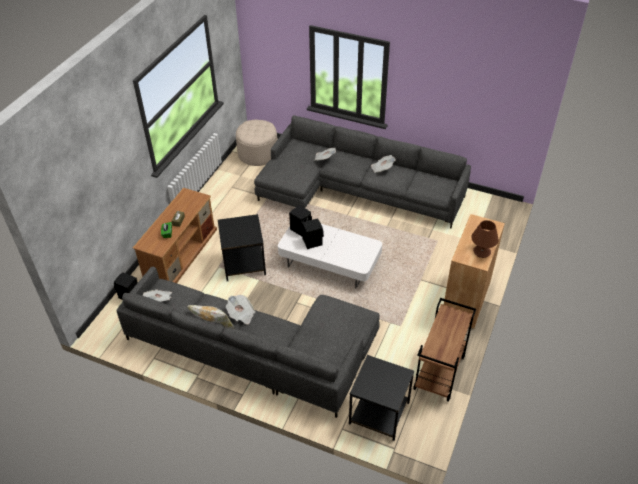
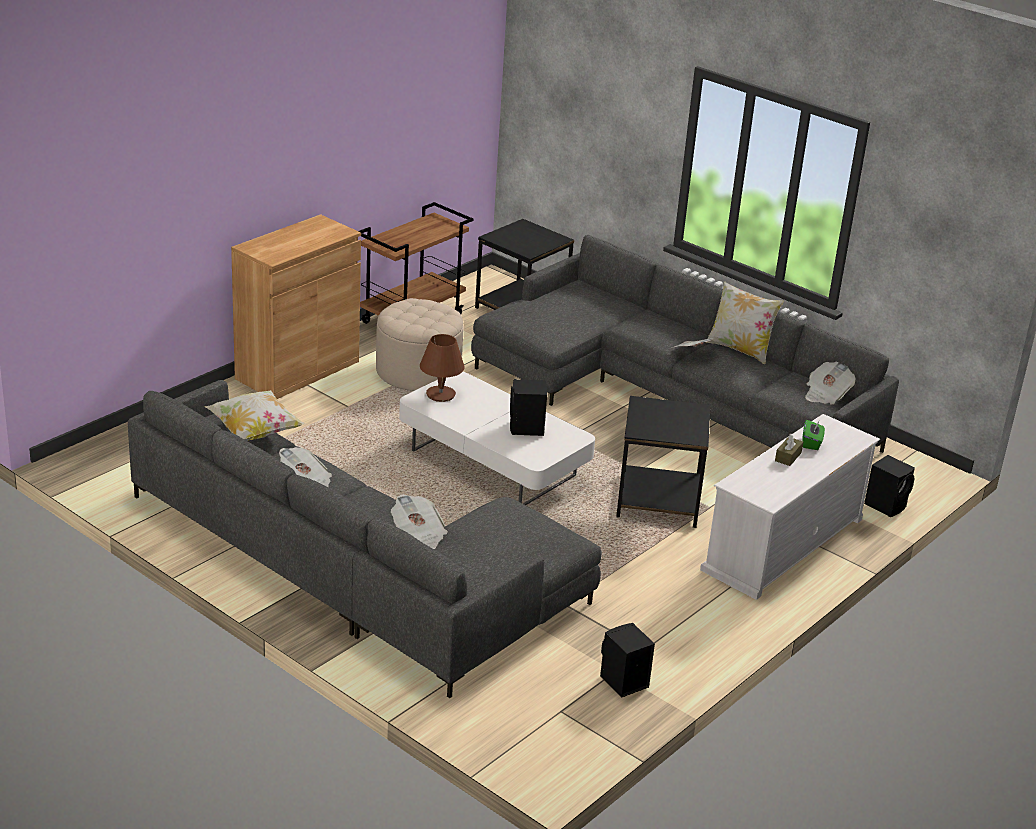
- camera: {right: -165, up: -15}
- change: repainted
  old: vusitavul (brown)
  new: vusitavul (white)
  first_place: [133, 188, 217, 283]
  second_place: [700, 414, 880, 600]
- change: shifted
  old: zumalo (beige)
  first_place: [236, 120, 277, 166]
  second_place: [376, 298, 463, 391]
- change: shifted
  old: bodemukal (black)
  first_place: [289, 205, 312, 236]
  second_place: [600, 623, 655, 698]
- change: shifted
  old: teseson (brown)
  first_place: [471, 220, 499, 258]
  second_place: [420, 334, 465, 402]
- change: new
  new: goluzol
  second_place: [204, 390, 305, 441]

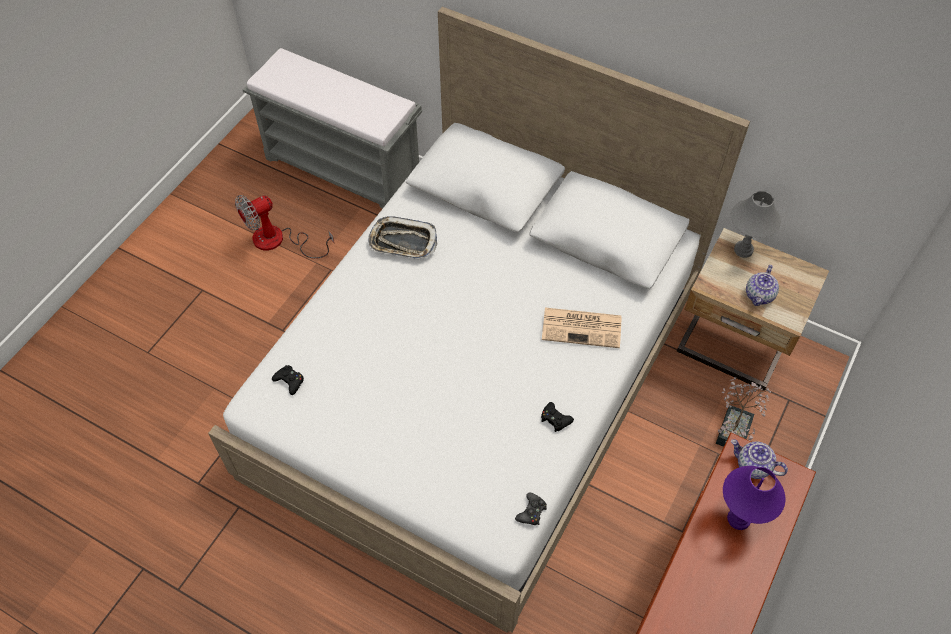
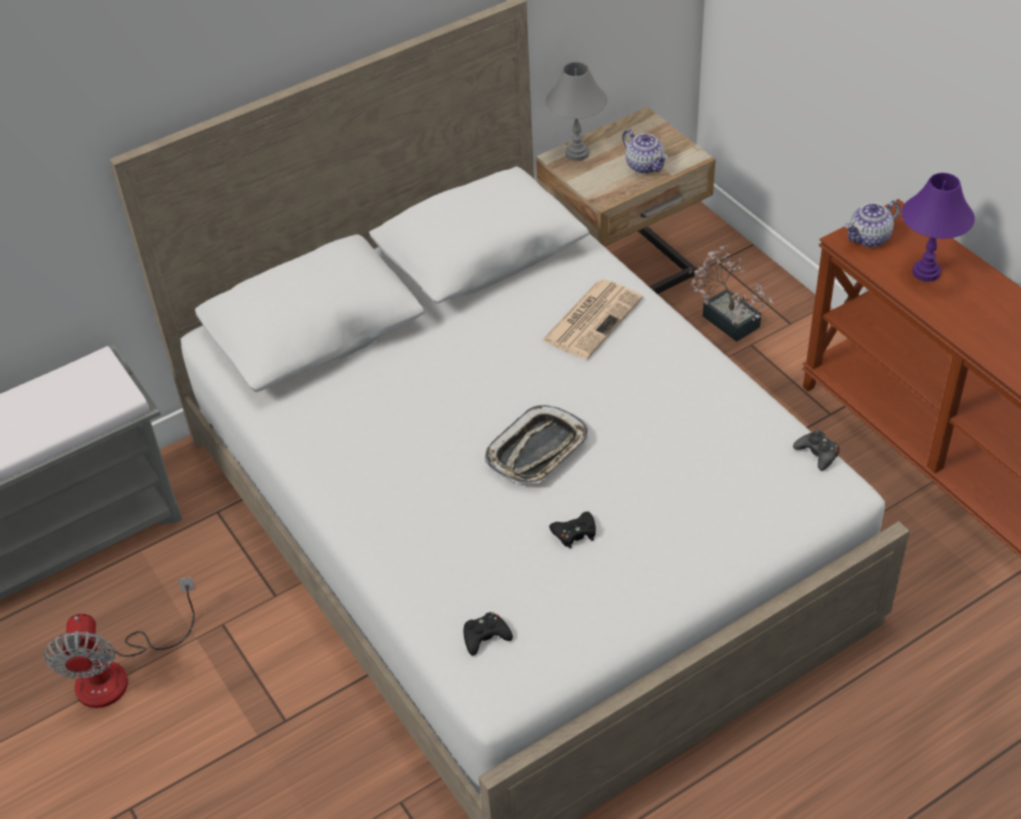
- camera: {right: -60, up: -10}
- change: shifted
  old: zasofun
  first_place: [368, 216, 437, 259]
  second_place: [485, 405, 588, 483]
- change: shifted
  old: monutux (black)
  first_place: [541, 402, 574, 432]
  second_place: [549, 512, 596, 548]

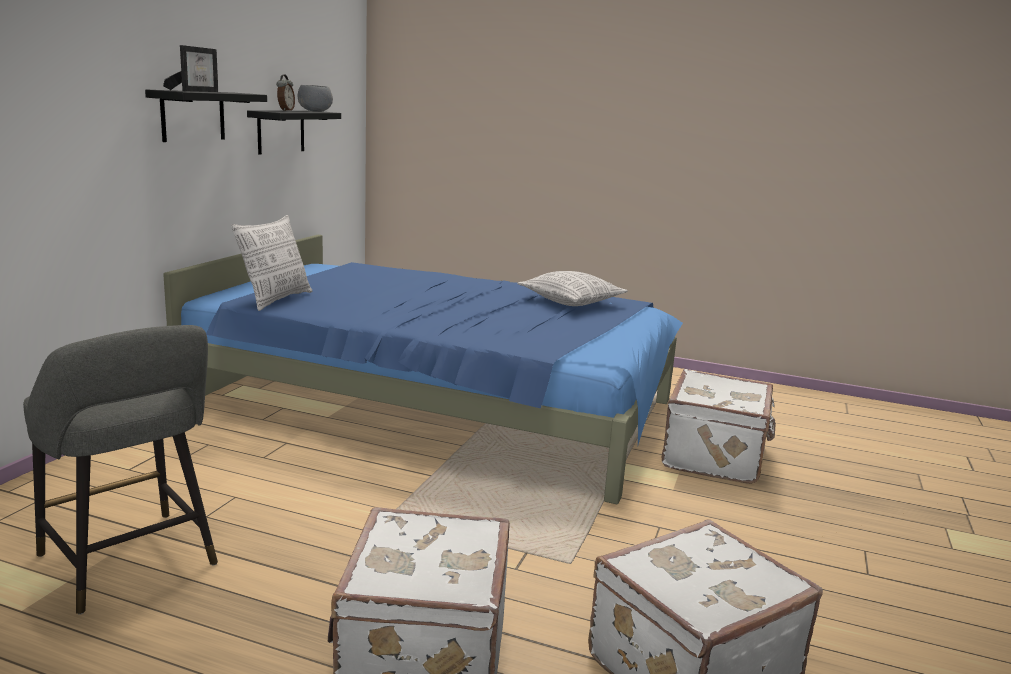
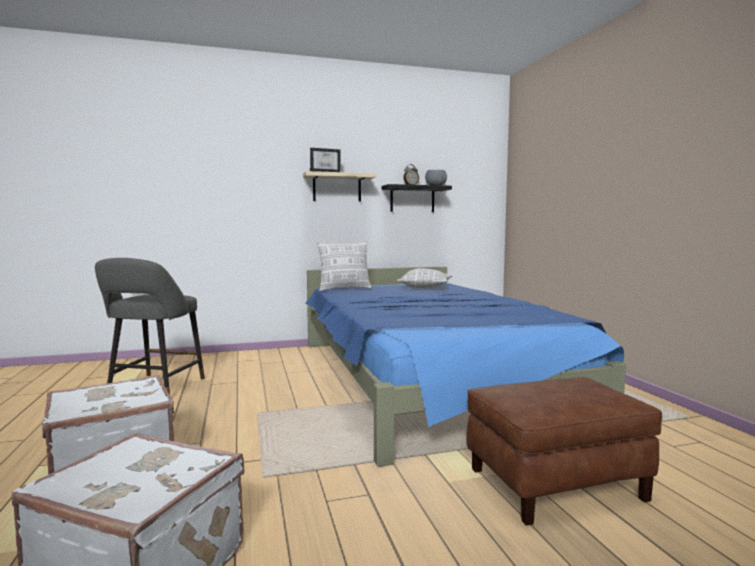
- camera: {right: 55, up: -10}
- change: repainted
  old: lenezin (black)
  new: lenezin (beige)
  first_place: [145, 90, 267, 142]
  second_place: [303, 171, 376, 202]
- change: shifted
  old: goluzol
  first_place: [518, 271, 628, 306]
  second_place: [397, 268, 452, 288]
- change: swapped
  old: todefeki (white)
  new: zumalo (brown)
  first_place: [661, 369, 776, 484]
  second_place: [466, 377, 662, 526]

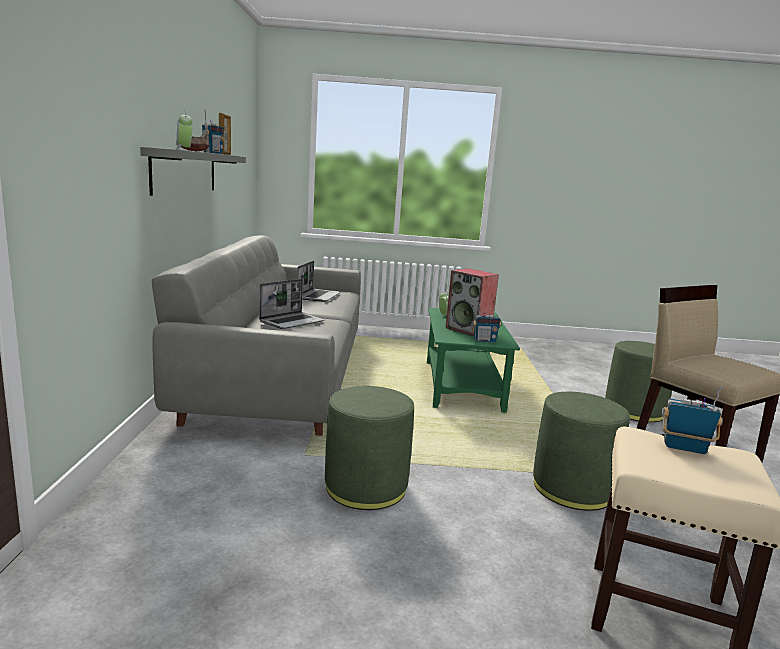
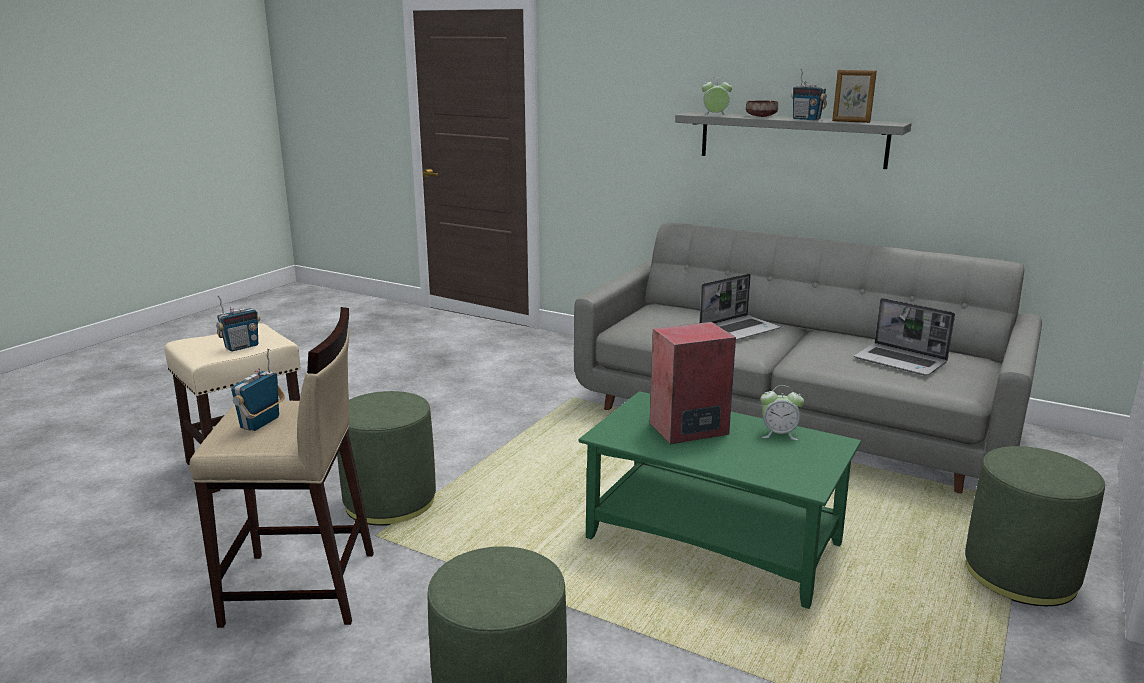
- camera: {right: 120, up: 5}
- change: rotated
  old: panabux
  first_place: [259, 279, 325, 329]
  second_place: [699, 274, 781, 340]
  degrees: -105
- change: shifted
  old: zumalo (green)
  first_place: [325, 386, 414, 510]
  second_place: [965, 446, 1105, 606]
- change: shifted
  old: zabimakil
  first_place: [471, 302, 502, 343]
  second_place: [231, 349, 285, 431]

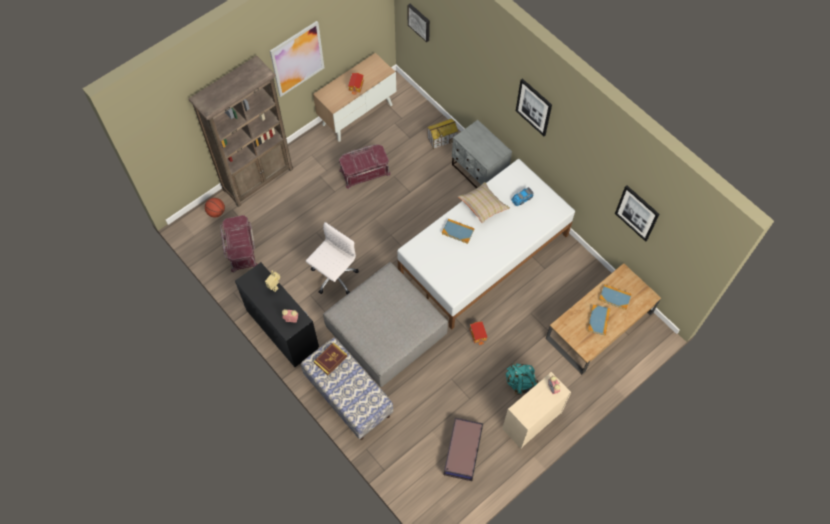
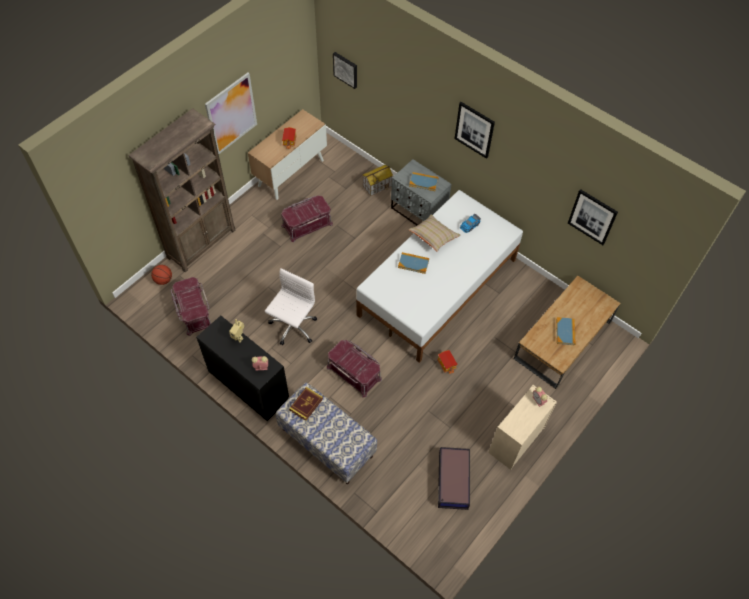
- camera: {right: -10, up: -5}
- change: swapped
  old: zumalo (grey)
  new: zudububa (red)
  first_place: [323, 262, 448, 387]
  second_place: [327, 340, 382, 397]
- change: gone
  old: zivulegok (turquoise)
  first_place: [506, 363, 539, 395]
- change: shifted
  old: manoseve
  first_place: [599, 284, 632, 310]
  second_place: [409, 172, 438, 191]

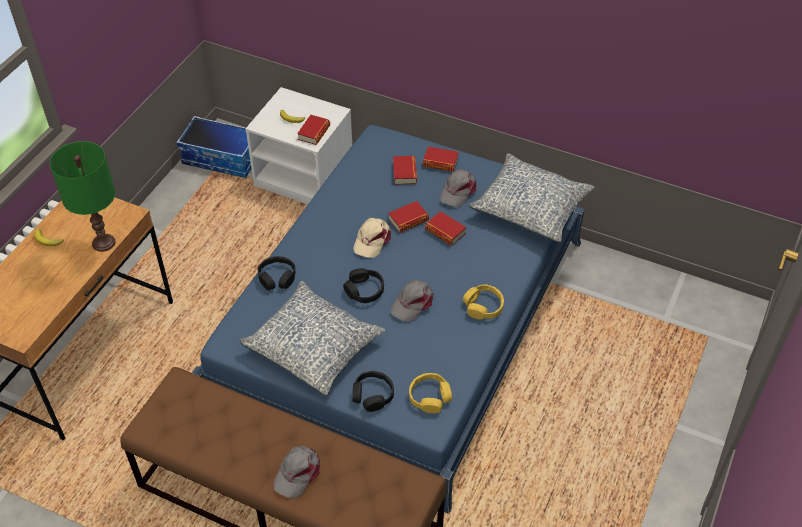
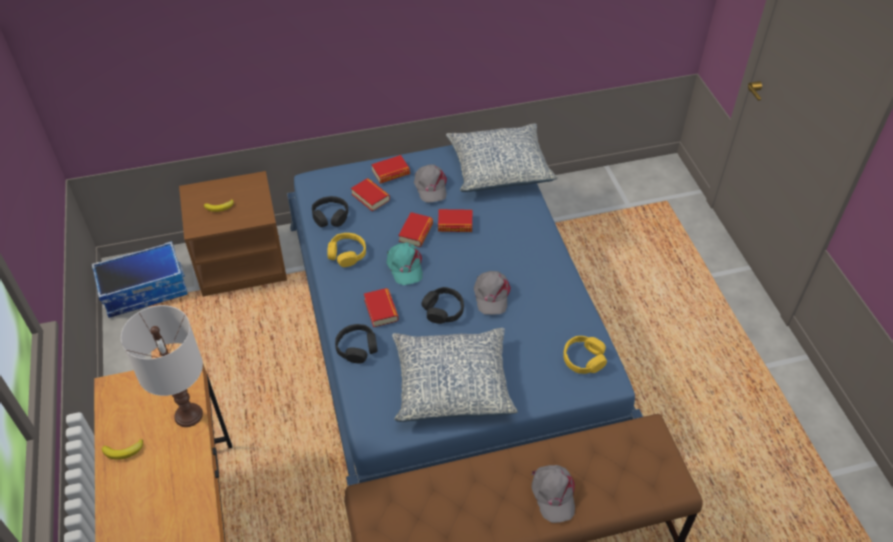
- camera: {right: -40, up: 0}
- change: repainted
  old: teseson (green)
  new: teseson (white)
  first_place: [50, 141, 116, 252]
  second_place: [121, 305, 203, 427]
- change: repainted
  old: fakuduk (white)
  new: fakuduk (brown)
  first_place: [246, 87, 352, 204]
  second_place: [179, 171, 287, 297]
- change: shifted
  old: manoseve
  first_place: [297, 115, 330, 145]
  second_place: [364, 288, 399, 327]
- change: shifted
  old: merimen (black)
  first_place: [352, 371, 394, 412]
  second_place: [312, 196, 348, 227]
- change: repainted
  old: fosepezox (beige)
  new: fosepezox (turquoise)
  first_place: [353, 218, 391, 258]
  second_place: [387, 242, 423, 285]
- change: shifted
  old: merimen (yellow)
  first_place: [463, 284, 504, 320]
  second_place: [327, 233, 366, 267]

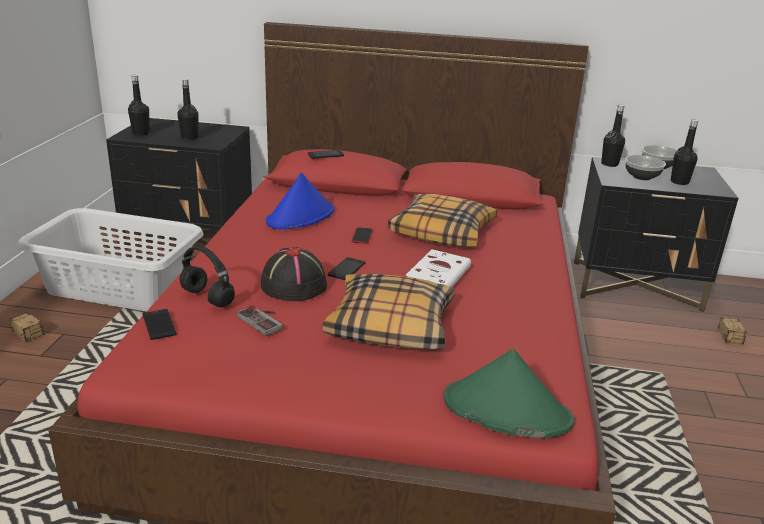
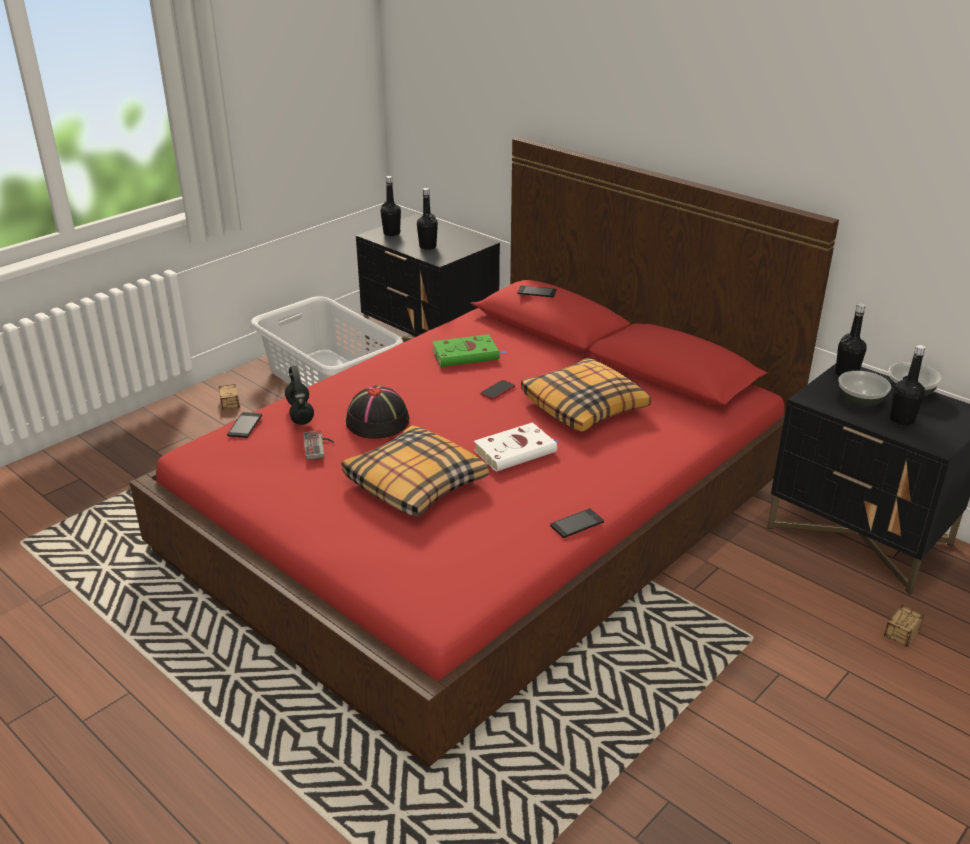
- camera: {right: 35, up: 5}
- change: swapped
  old: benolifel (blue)
  new: manoseve (green)
  first_place: [266, 173, 334, 230]
  second_place: [432, 334, 506, 367]
- change: shifted
  old: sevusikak
  first_place: [328, 257, 365, 280]
  second_place: [550, 509, 604, 538]
- change: gone
  old: benolifel (green)
  first_place: [443, 349, 574, 438]

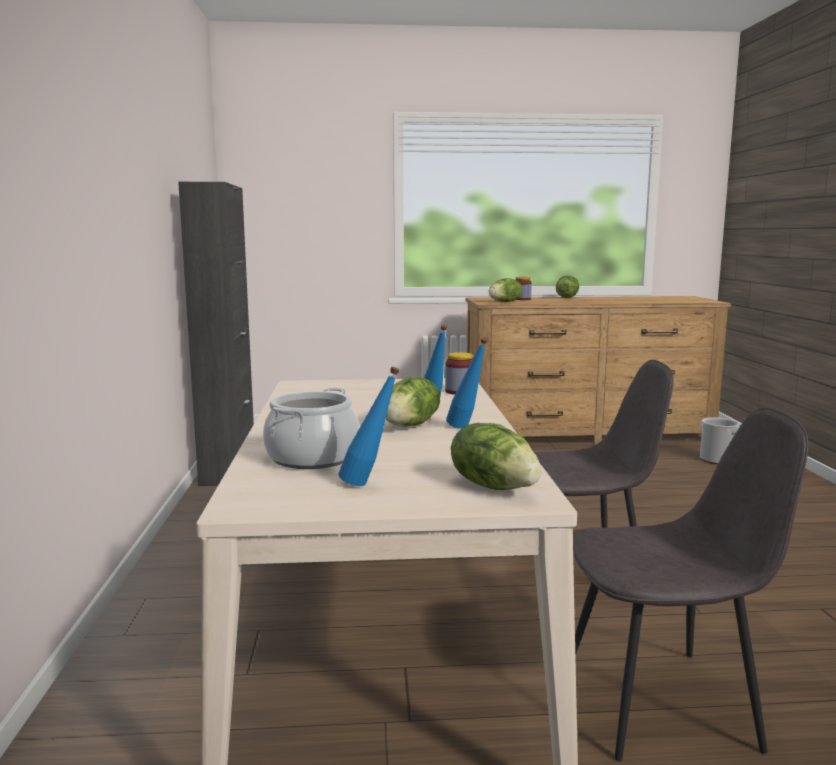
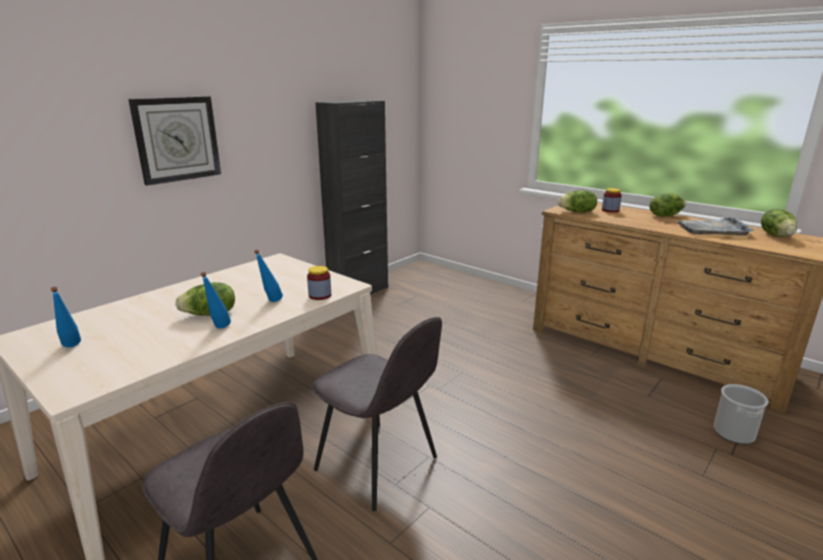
- camera: {right: 45, up: 10}
- change: gone
  old: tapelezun
  first_place: [263, 387, 360, 469]
- change: shifted
  old: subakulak
  first_place: [451, 423, 542, 490]
  second_place: [761, 209, 797, 237]
- change: new
  new: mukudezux
  second_place: [128, 96, 221, 186]
- change: new
  new: zasofun (grey)
  second_place: [675, 217, 754, 236]

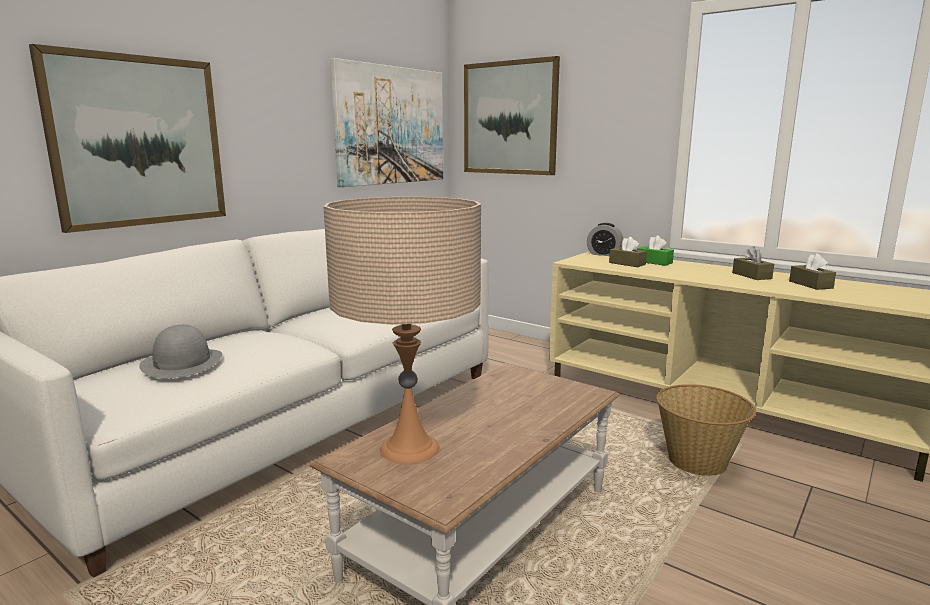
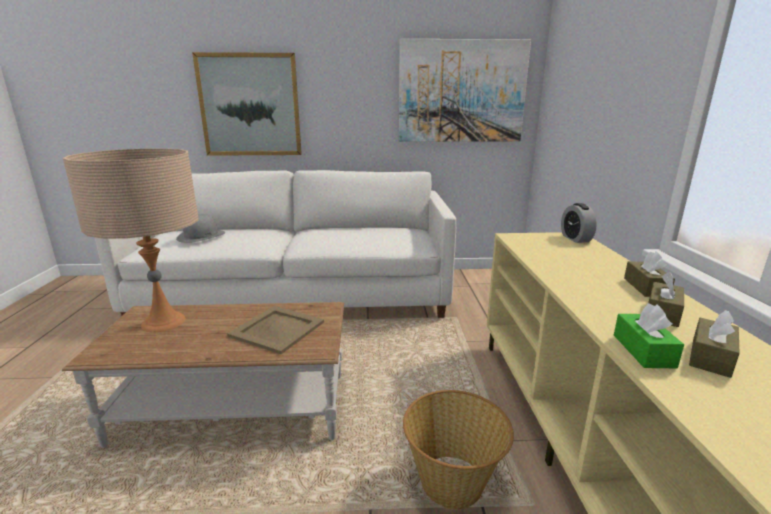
- camera: {right: 50, up: 5}
- change: gone
  old: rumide
  first_place: [464, 56, 560, 175]
- change: shifted
  old: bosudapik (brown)
  first_place: [609, 237, 647, 267]
  second_place: [624, 251, 675, 297]
- change: shifted
  old: bosudapik (green)
  first_place: [637, 236, 674, 266]
  second_place: [614, 304, 684, 368]
- change: new
  new: zasofun (beige)
  second_place: [227, 306, 324, 354]

